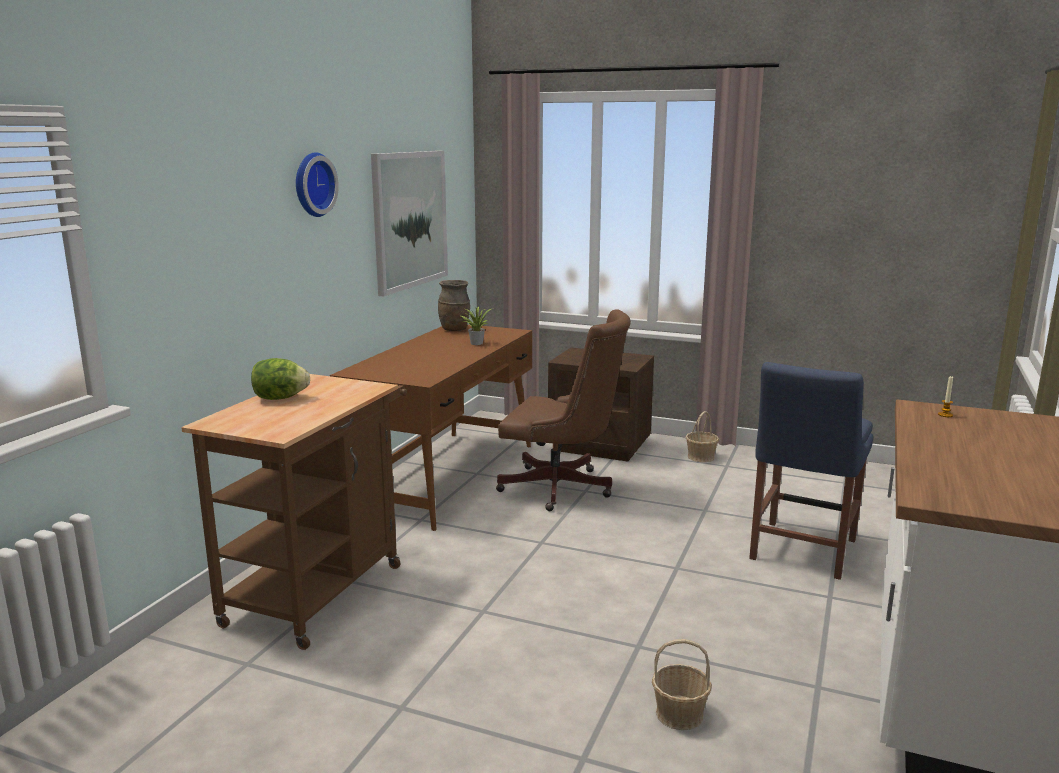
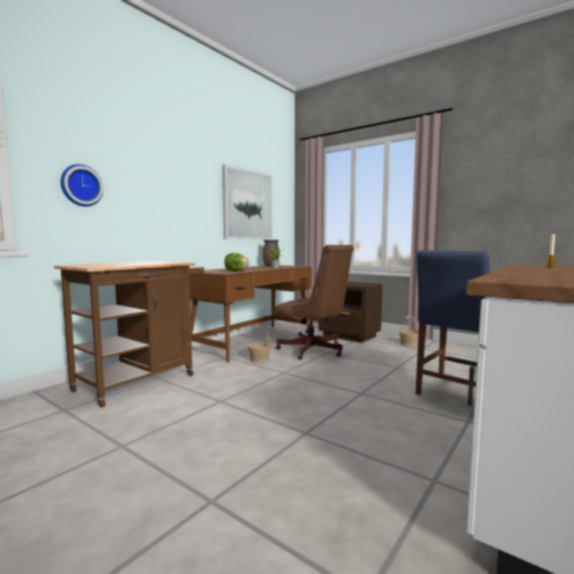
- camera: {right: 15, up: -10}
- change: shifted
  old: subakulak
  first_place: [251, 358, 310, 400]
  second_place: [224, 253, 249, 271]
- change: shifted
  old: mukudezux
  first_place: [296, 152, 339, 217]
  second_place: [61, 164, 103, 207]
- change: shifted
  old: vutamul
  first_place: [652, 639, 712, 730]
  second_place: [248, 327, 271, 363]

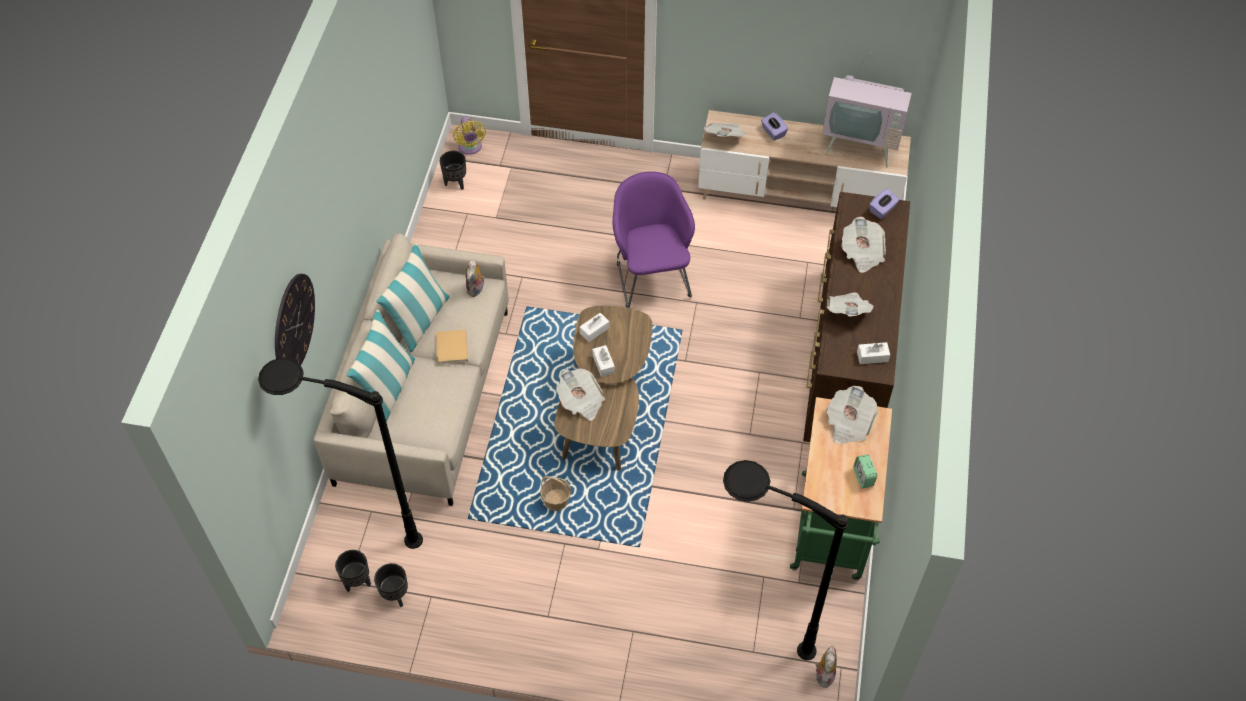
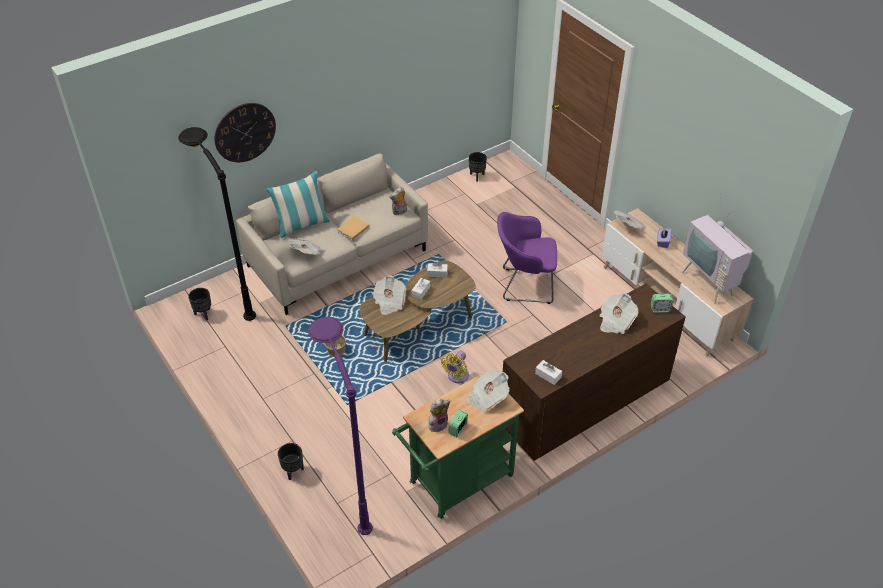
- camera: {right: 45, up: -10}
- change: shifted
  old: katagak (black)
  first_place: [374, 563, 408, 607]
  second_place: [278, 443, 304, 480]
- change: gone
  old: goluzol
  first_place: [376, 244, 450, 352]
- change: shifted
  old: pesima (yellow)
  first_place: [453, 116, 486, 155]
  second_place: [441, 351, 469, 383]
- change: rotated
  old: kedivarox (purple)
  first_place: [612, 171, 695, 308]
  second_place: [497, 212, 557, 304]
  degrees: -120
- change: repainted
  old: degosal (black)
  new: degosal (purple)
  first_place: [723, 460, 848, 660]
  second_place: [308, 317, 373, 535]
- change: shifted
  old: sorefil
  first_place: [815, 645, 837, 688]
  second_place: [429, 399, 450, 432]
- change: shifted
  old: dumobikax
  first_place: [827, 292, 874, 316]
  second_place: [287, 239, 324, 255]
- change: swapped
  old: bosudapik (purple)
  new: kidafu
  first_place: [869, 189, 899, 219]
  second_place: [651, 294, 673, 313]

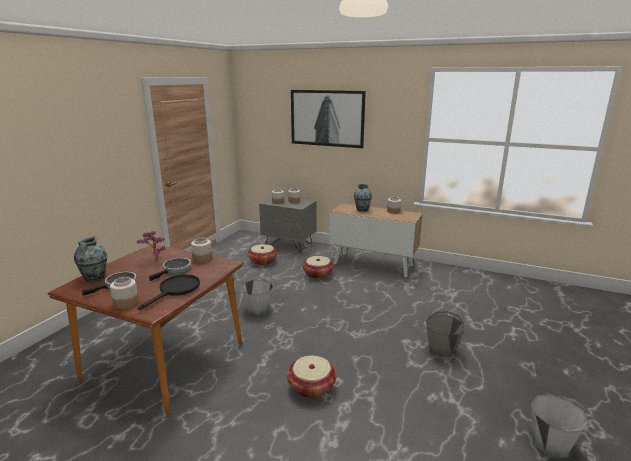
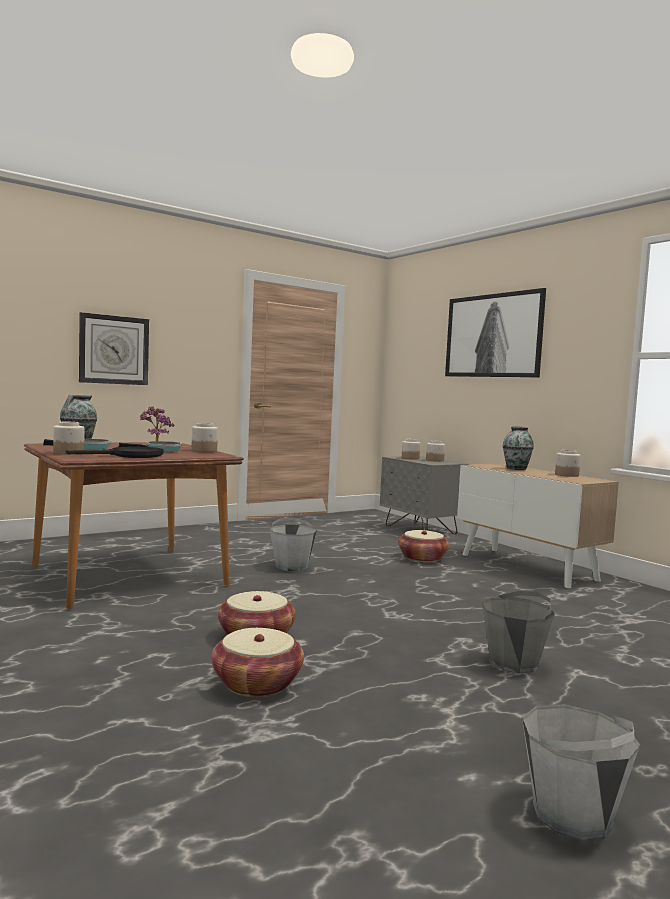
- camera: {right: 30, up: -15}
- change: shifted
  old: vutamul
  first_place: [248, 244, 277, 265]
  second_place: [211, 628, 304, 697]
- change: new
  new: mukudezux
  second_place: [79, 312, 149, 385]

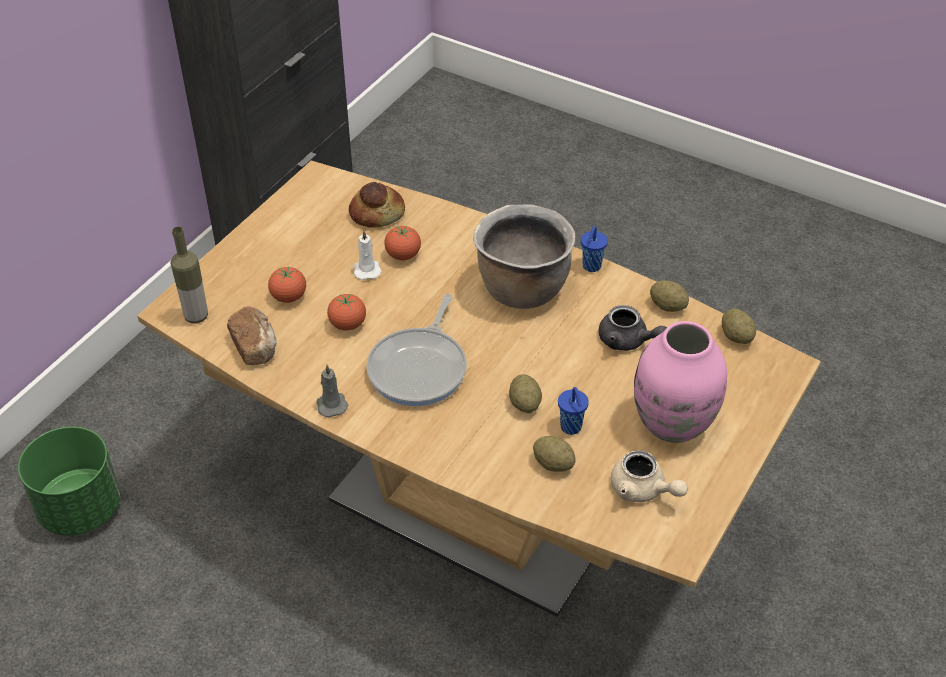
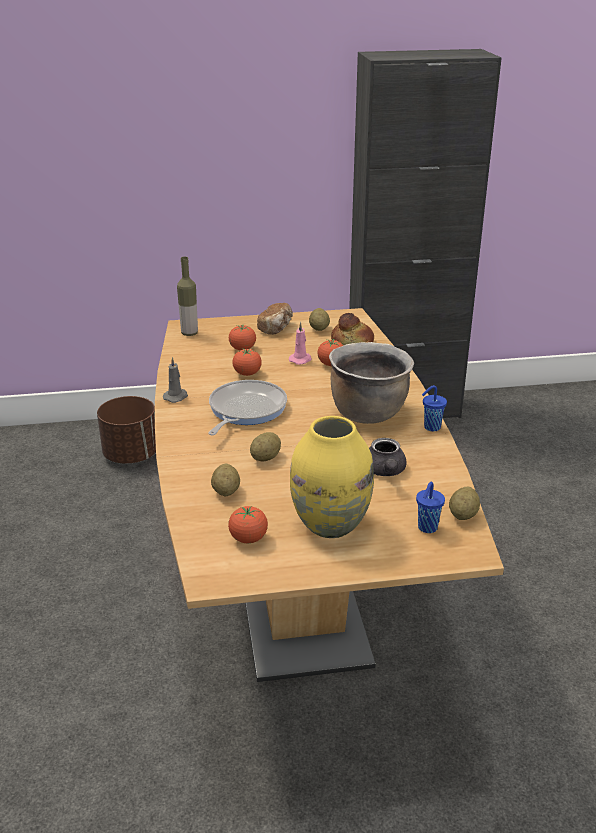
- camera: {right: 50, up: -15}
- change: repainted
  old: katagak (green)
  new: katagak (brown)
  first_place: [18, 427, 121, 536]
  second_place: [97, 396, 156, 464]
- change: shifted
  old: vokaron
  first_place: [227, 306, 277, 365]
  second_place: [257, 303, 293, 335]
- change: repainted
  old: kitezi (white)
  new: kitezi (pink)
  first_place: [354, 230, 382, 280]
  second_place: [288, 322, 312, 365]
- change: rotated
  old: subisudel
  first_place: [366, 294, 467, 406]
  second_place: [208, 380, 287, 435]
  degrees: 135
- change: shifted
  old: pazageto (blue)
  first_place: [558, 387, 589, 435]
  second_place: [416, 482, 445, 533]
- change: swapped
  old: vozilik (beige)
  new: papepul
  first_place: [611, 450, 688, 502]
  second_place: [228, 506, 268, 543]
- change: repainted
  old: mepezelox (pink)
  new: mepezelox (yellow)
  first_place: [634, 321, 727, 443]
  second_place: [290, 416, 374, 538]
- change: shifted
  old: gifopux
  first_place: [650, 280, 689, 312]
  second_place: [309, 308, 330, 331]

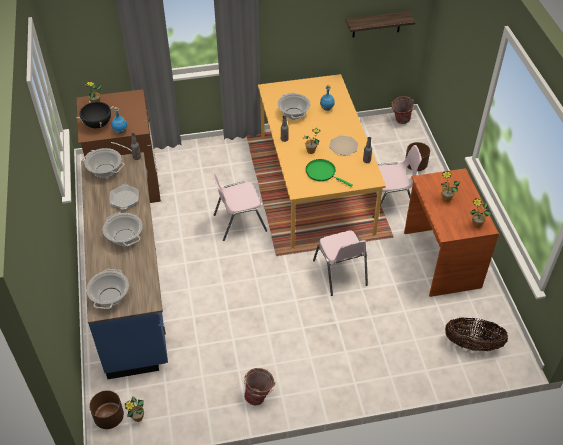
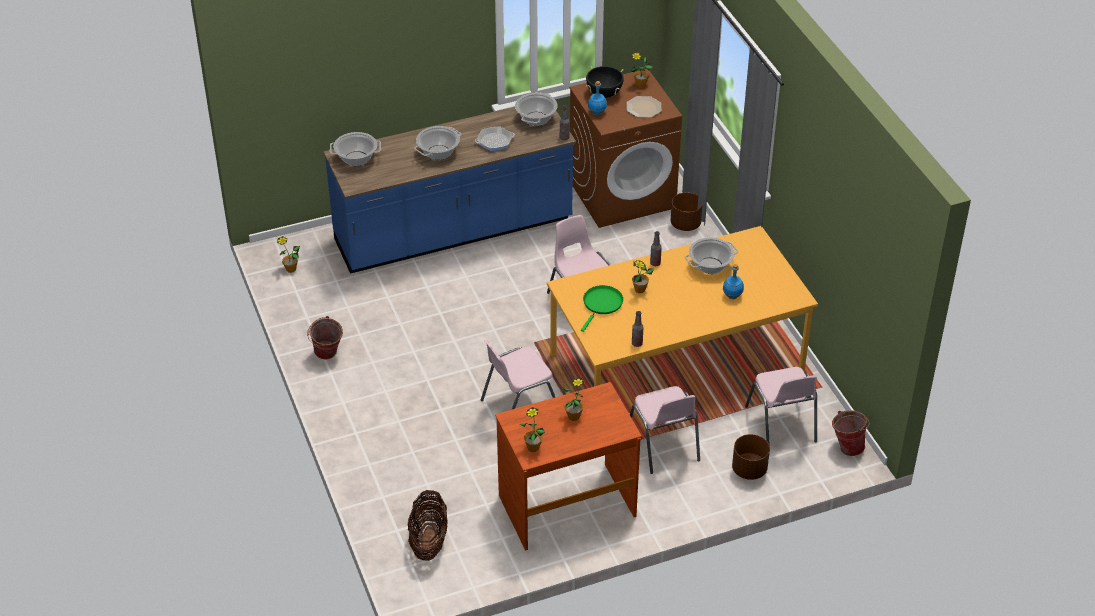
- camera: {right: 80, up: -5}
- change: shifted
  old: katagak (brown)
  first_place: [89, 390, 124, 429]
  second_place: [671, 192, 703, 231]
- change: shifted
  old: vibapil
  first_place: [329, 136, 358, 156]
  second_place: [626, 96, 661, 118]
- change: gone
  old: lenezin
  first_place: [346, 11, 415, 37]
- change: new
  new: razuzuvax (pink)
  second_place: [745, 367, 817, 446]

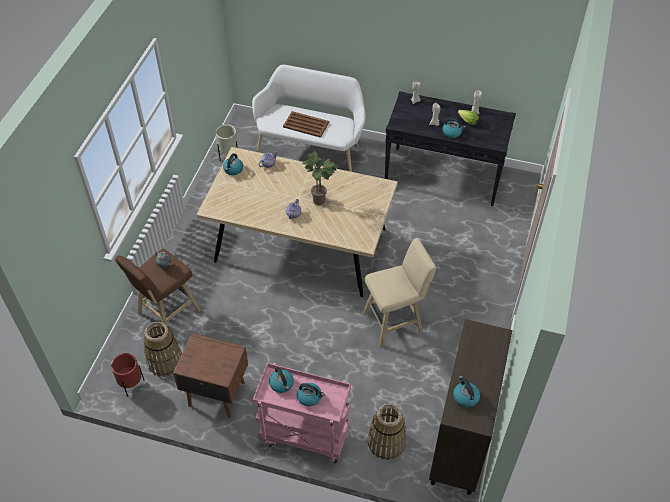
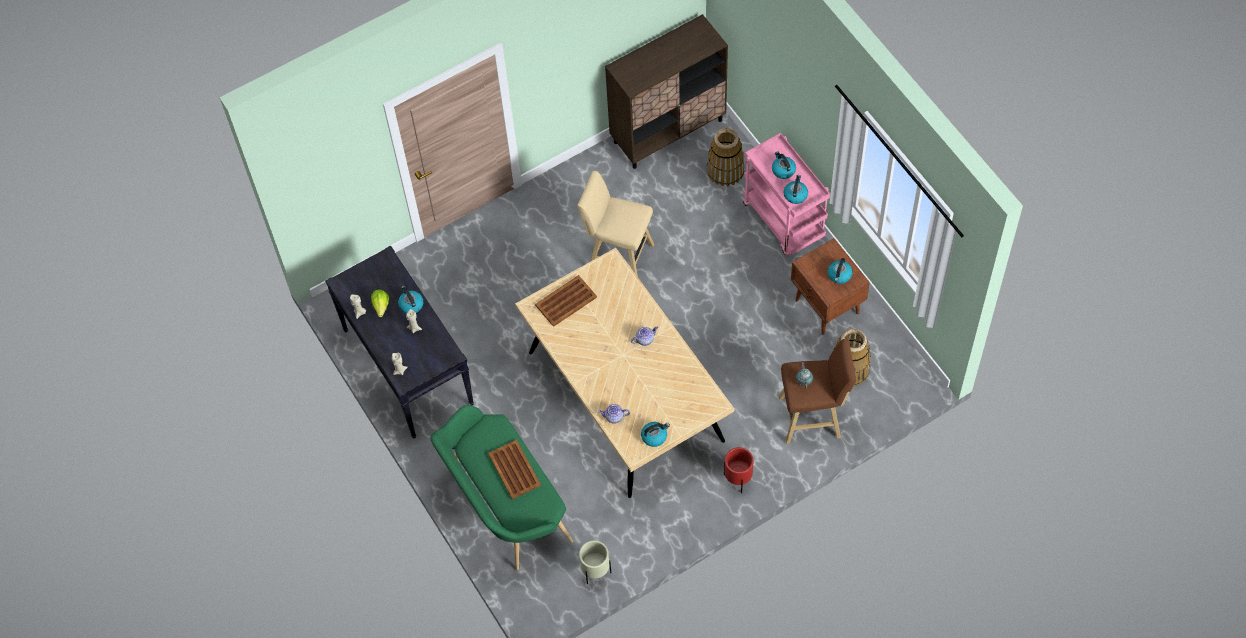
- camera: {right: -135, up: 10}
- change: shifted
  old: katagak (red)
  first_place: [111, 353, 145, 397]
  second_place: [724, 447, 754, 493]
- change: repainted
  old: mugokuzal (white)
  new: mugokuzal (green)
  first_place: [252, 65, 366, 172]
  second_place: [430, 405, 573, 570]
- change: gone
  old: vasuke
  first_place: [302, 151, 339, 205]
- change: shifted
  old: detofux
  first_place: [453, 376, 480, 407]
  second_place: [828, 258, 853, 284]
- change: new
  new: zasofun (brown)
  second_place: [535, 275, 597, 327]

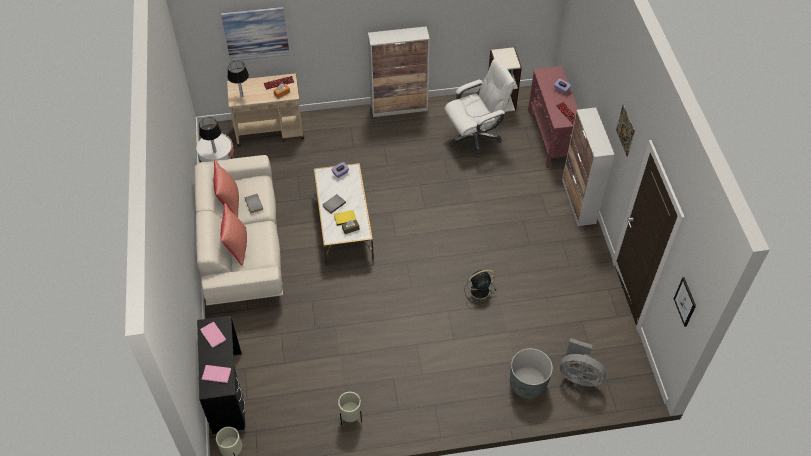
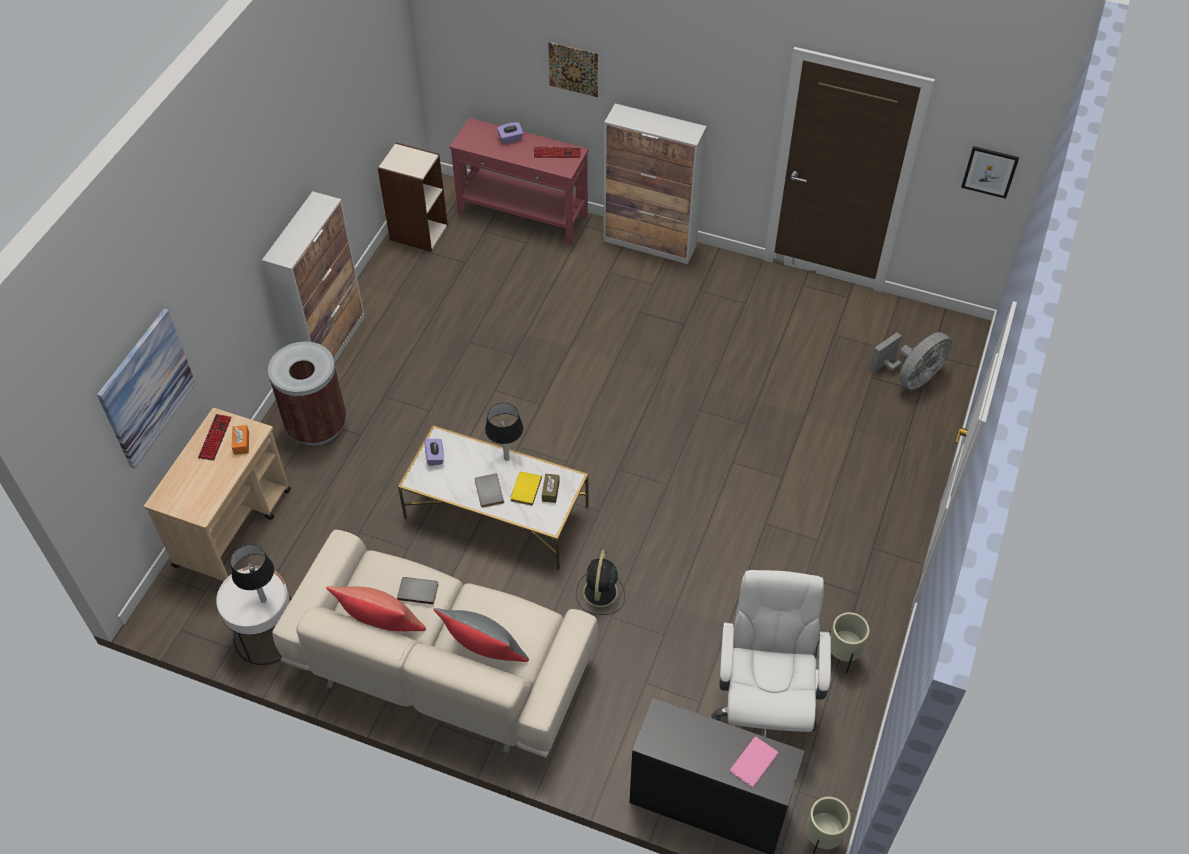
- camera: {right: -60, up: 0}
- change: gone
  old: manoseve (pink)
  first_place: [200, 322, 226, 348]
- change: repainted
  old: goluzol (red)
  new: goluzol (grey)
  first_place: [220, 203, 247, 266]
  second_place: [433, 608, 529, 662]
- change: shifted
  old: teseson
  first_place: [227, 61, 249, 97]
  second_place: [485, 403, 523, 461]
- change: shifted
  old: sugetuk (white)
  first_place: [445, 58, 515, 157]
  second_place: [711, 570, 831, 738]
- change: shifted
  old: pesima (black)
  first_place: [464, 270, 496, 304]
  second_place: [576, 550, 625, 615]
- change: gone
  old: katagak (grey)
  first_place: [510, 348, 553, 399]
- change: shifted
  old: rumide
  first_place: [616, 104, 635, 157]
  second_place: [548, 42, 598, 97]
- change: new
  new: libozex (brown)
  second_place: [268, 342, 346, 446]

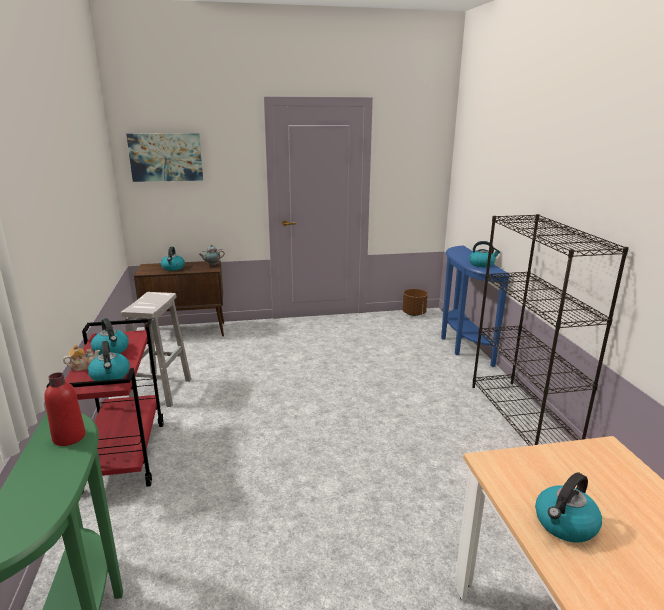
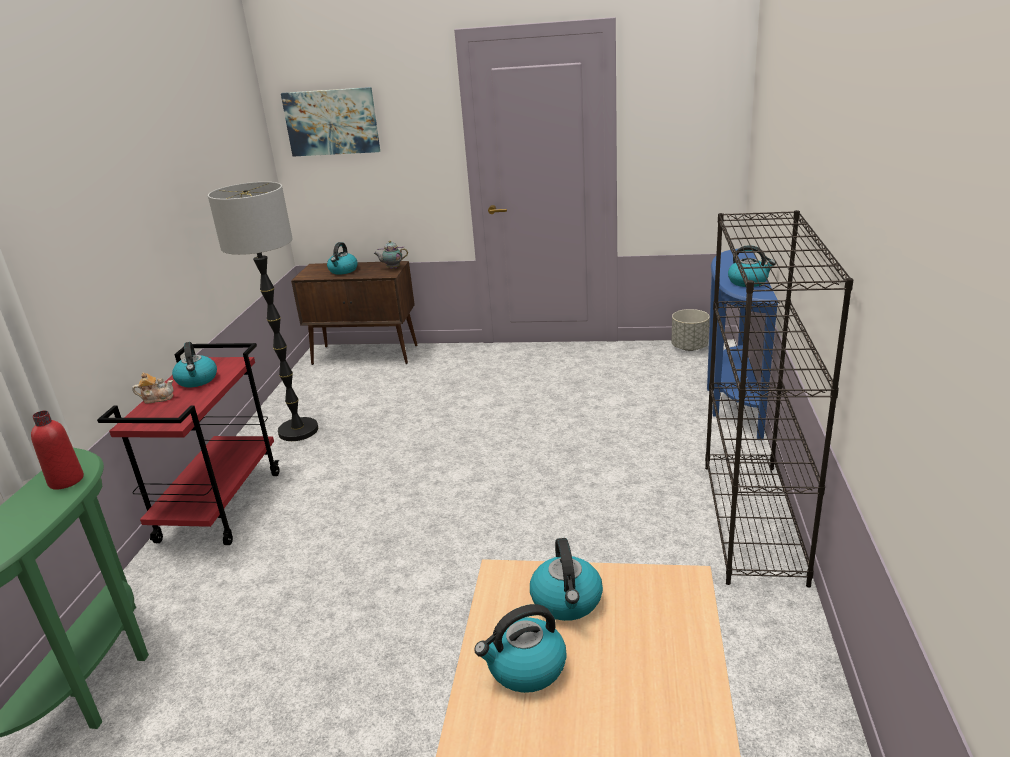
- camera: {right: 20, up: 5}
- change: shifted
  old: detofux
  first_place: [88, 341, 130, 381]
  second_place: [530, 538, 603, 621]
- change: swapped
  old: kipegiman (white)
  new: degosal
  first_place: [121, 292, 191, 407]
  second_place: [208, 182, 318, 441]
- change: repainted
  old: katagak (brown)
  new: katagak (grey)
  first_place: [403, 289, 428, 316]
  second_place: [671, 309, 710, 351]

